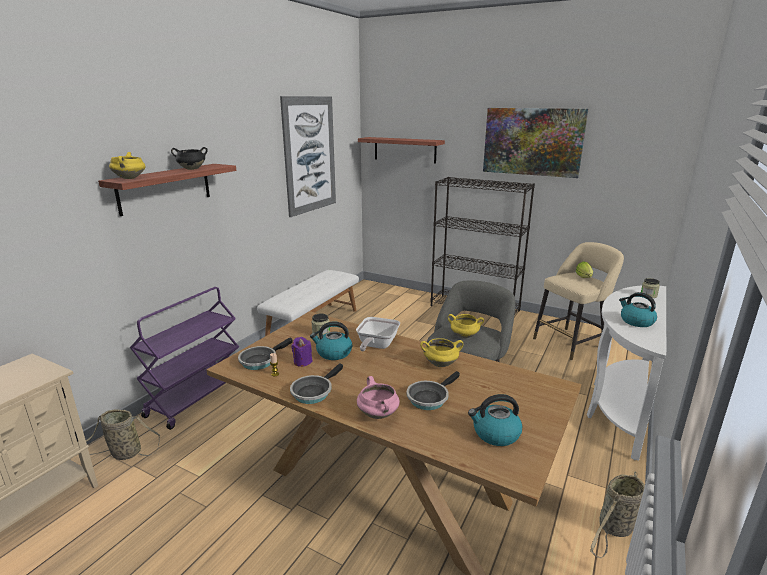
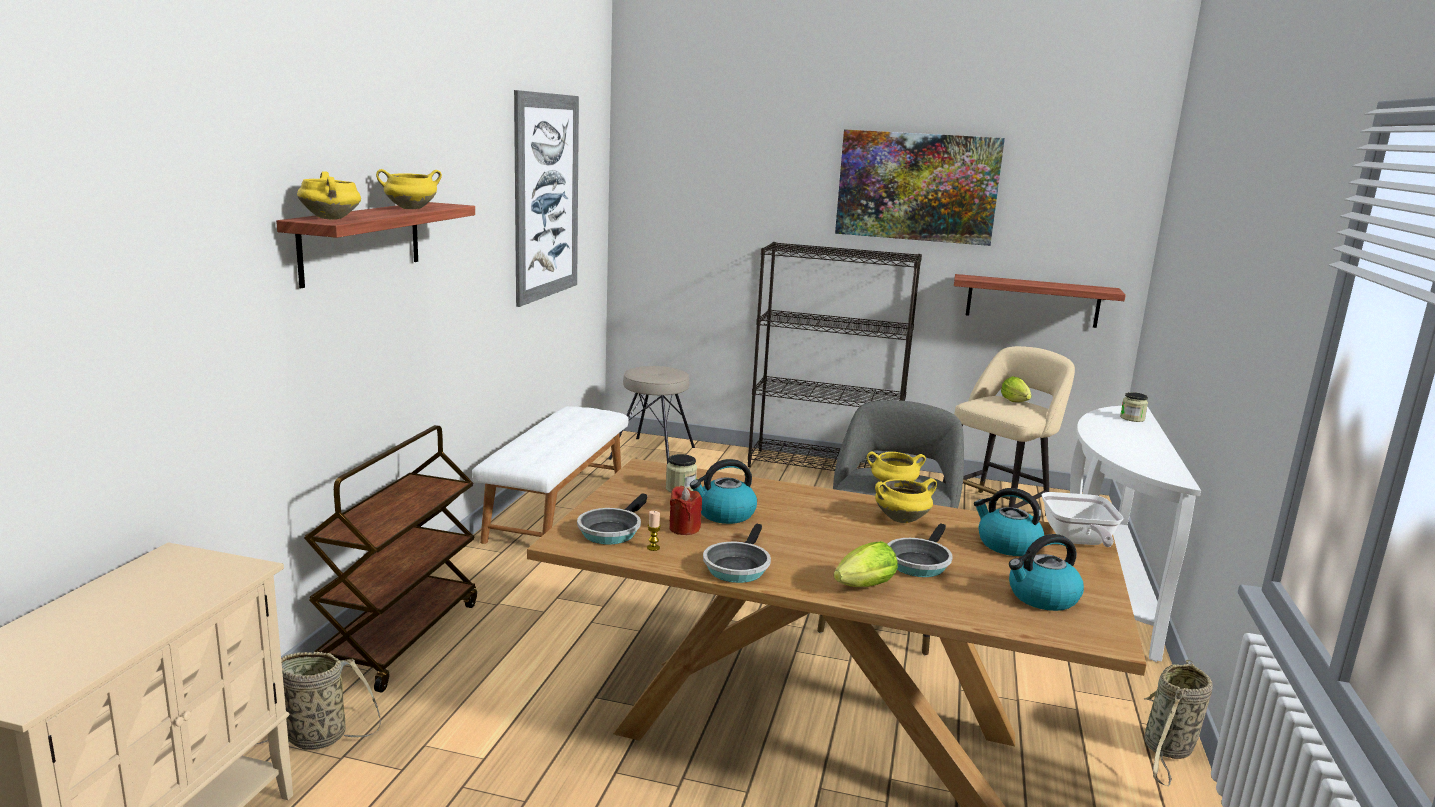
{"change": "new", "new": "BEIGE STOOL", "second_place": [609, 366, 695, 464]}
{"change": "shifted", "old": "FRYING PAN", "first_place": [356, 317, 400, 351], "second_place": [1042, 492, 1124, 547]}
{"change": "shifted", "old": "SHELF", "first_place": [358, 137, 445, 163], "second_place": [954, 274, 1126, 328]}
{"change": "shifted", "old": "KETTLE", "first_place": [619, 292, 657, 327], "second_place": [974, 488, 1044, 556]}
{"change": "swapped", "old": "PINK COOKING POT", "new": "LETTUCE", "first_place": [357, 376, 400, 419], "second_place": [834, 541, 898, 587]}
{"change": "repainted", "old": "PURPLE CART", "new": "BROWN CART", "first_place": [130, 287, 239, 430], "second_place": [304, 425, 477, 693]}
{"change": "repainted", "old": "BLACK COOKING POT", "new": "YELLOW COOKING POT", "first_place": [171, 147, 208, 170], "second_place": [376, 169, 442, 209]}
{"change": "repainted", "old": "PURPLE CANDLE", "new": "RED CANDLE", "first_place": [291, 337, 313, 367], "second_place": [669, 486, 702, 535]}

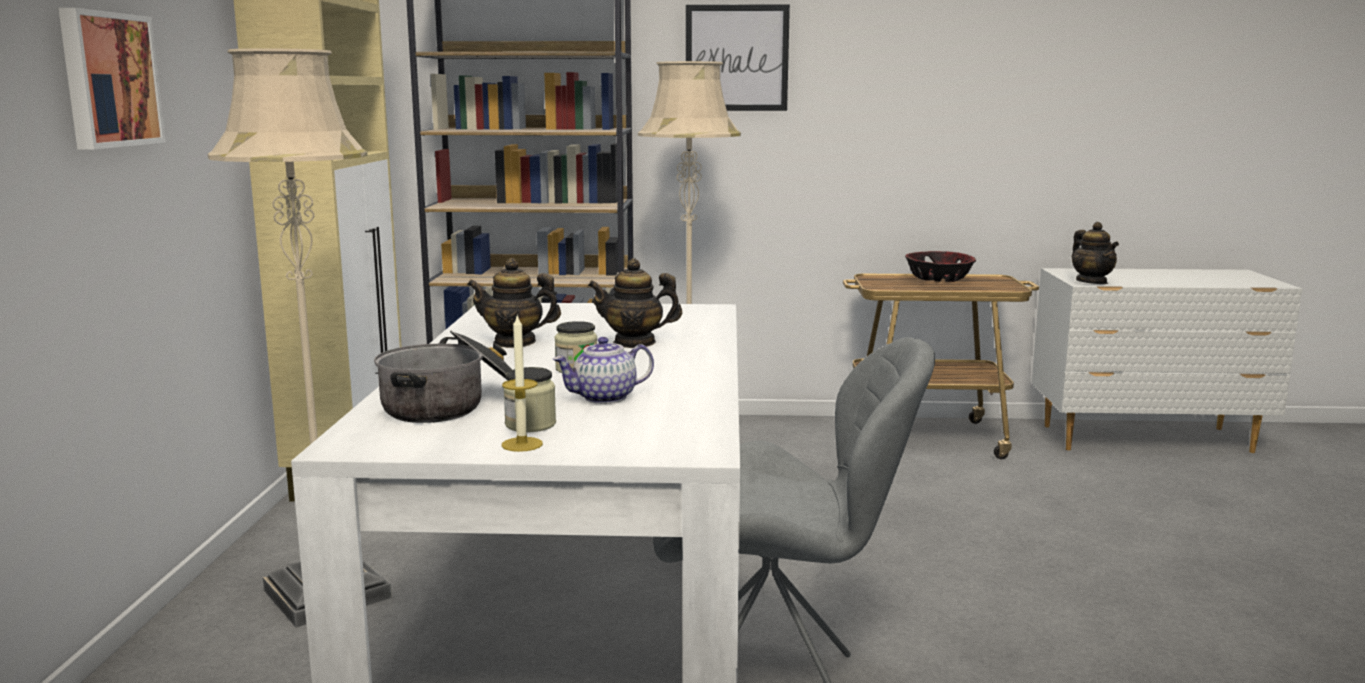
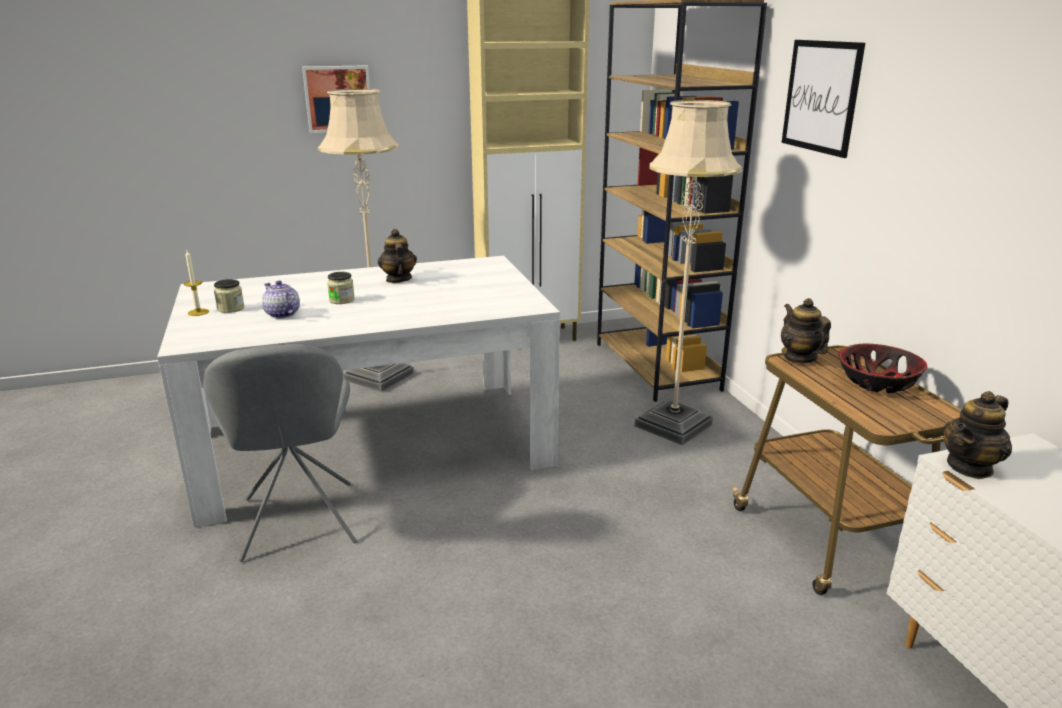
{"change": "gone", "old": "COOKING POT", "first_place": [374, 331, 512, 423]}
{"change": "shifted", "old": "TEAPOT", "first_place": [588, 258, 682, 348], "second_place": [781, 298, 831, 364]}

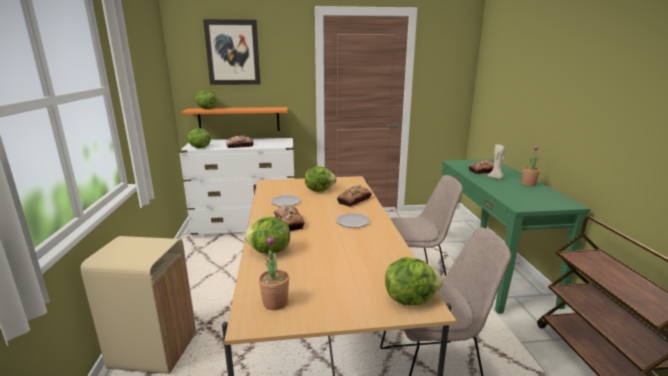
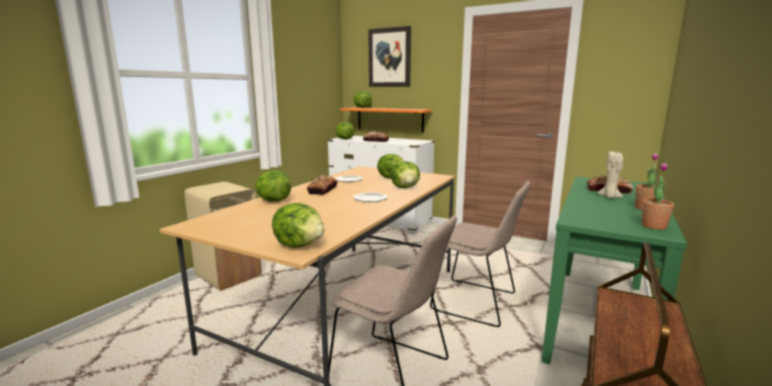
{"change": "shifted", "old": "POTTED PLANT", "first_place": [259, 236, 289, 310], "second_place": [642, 163, 674, 230]}
{"change": "swapped", "old": "BREAD", "new": "LETTUCE", "first_place": [337, 185, 372, 207], "second_place": [391, 161, 420, 188]}

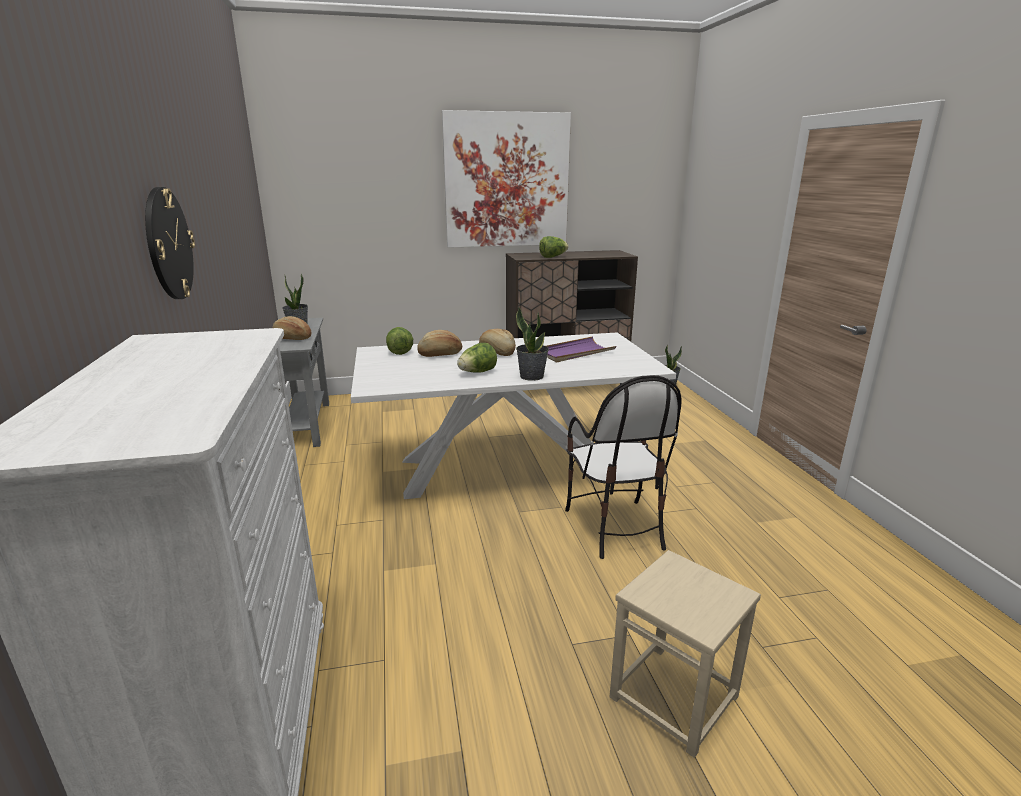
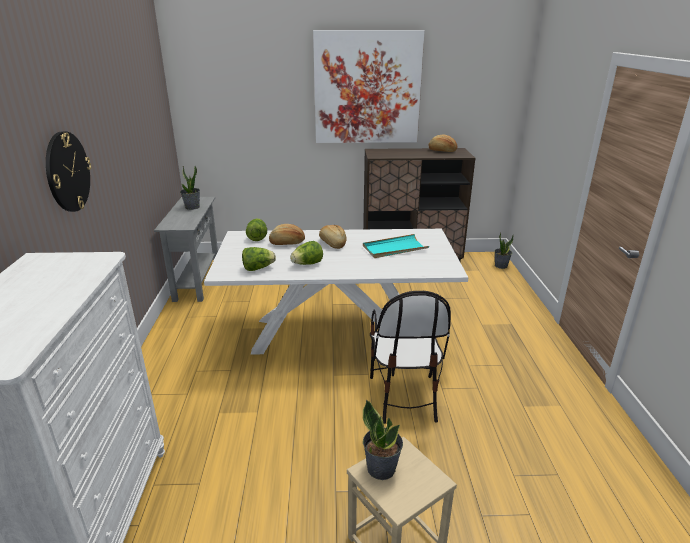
{"change": "shifted", "old": "BREAD", "first_place": [272, 316, 311, 340], "second_place": [429, 135, 457, 152]}
{"change": "shifted", "old": "POTTED PLANT", "first_place": [516, 306, 549, 381], "second_place": [363, 400, 403, 480]}
{"change": "shifted", "old": "LETTUCE", "first_place": [539, 236, 568, 258], "second_place": [242, 247, 276, 271]}
{"change": "repainted", "old": "PURPLE TRAY", "new": "TURQUOISE TRAY", "first_place": [546, 337, 616, 363], "second_place": [363, 234, 429, 258]}

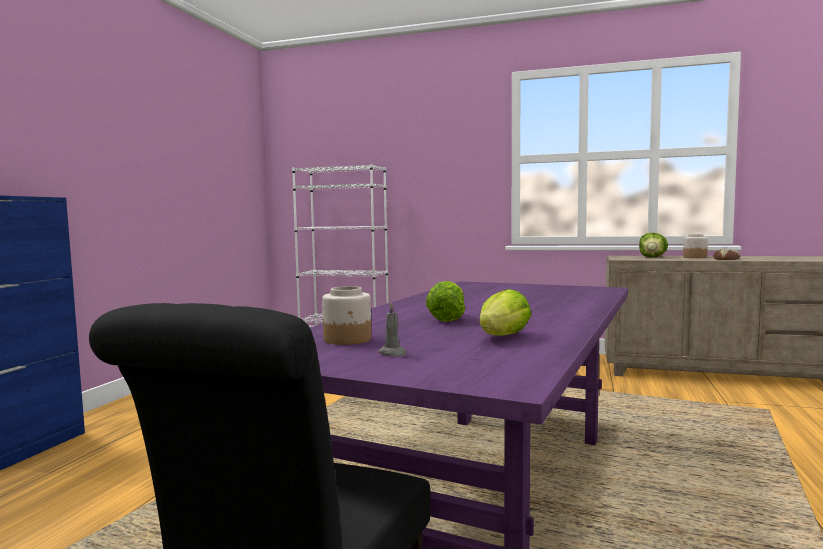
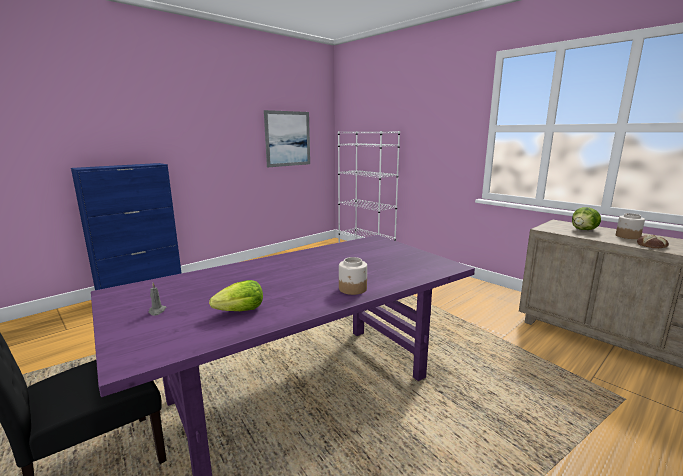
{"change": "gone", "old": "LETTUCE", "first_place": [426, 281, 465, 322]}
{"change": "new", "new": "PICTURE", "second_place": [264, 110, 310, 167]}
{"change": "shifted", "old": "JAR", "first_place": [322, 286, 371, 345], "second_place": [339, 257, 367, 295]}

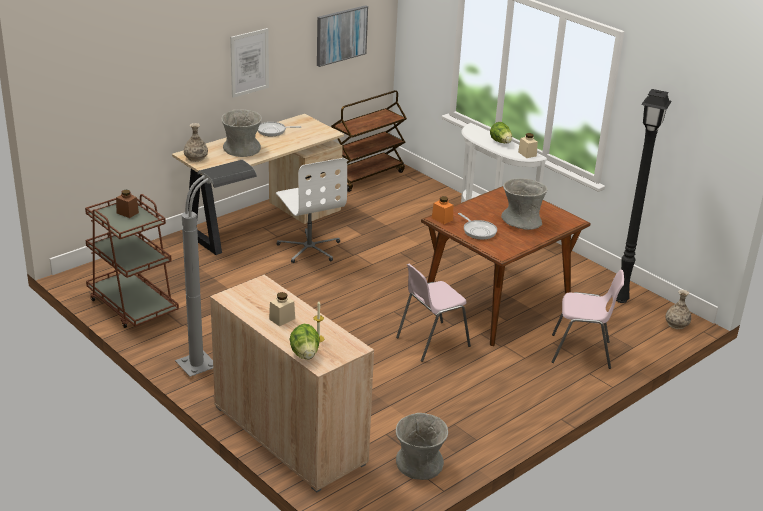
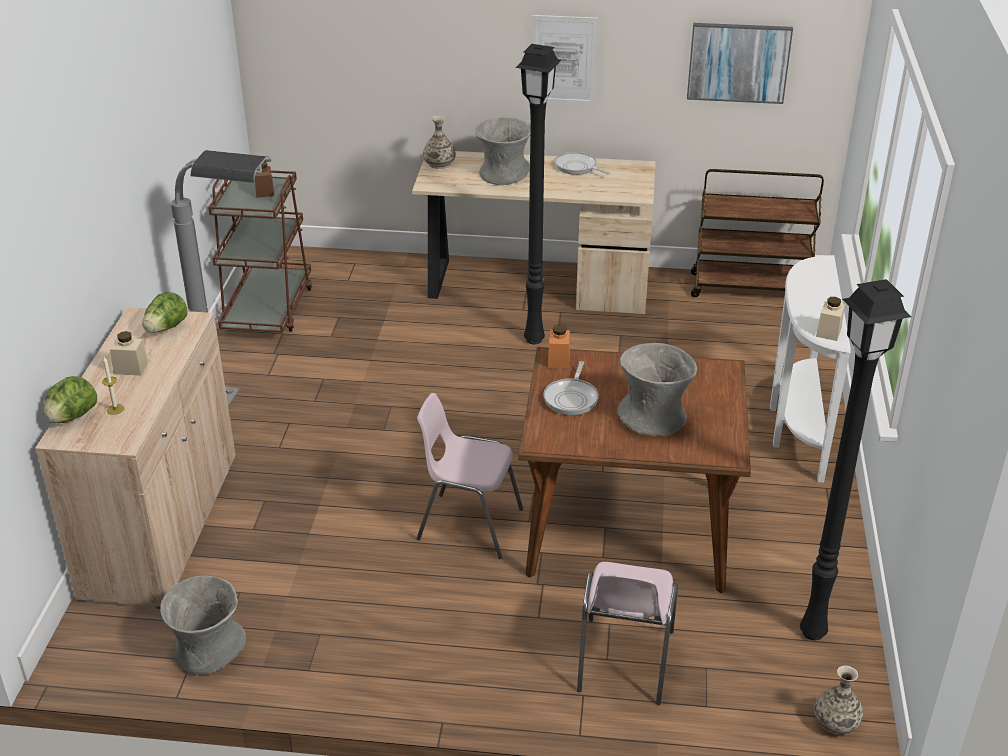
{"change": "shifted", "old": "LETTUCE", "first_place": [490, 122, 512, 143], "second_place": [143, 291, 188, 333]}
{"change": "swapped", "old": "WHITE OFFICE CHAIR", "new": "BLACK FLOOR LAMP", "first_place": [276, 158, 347, 263], "second_place": [516, 44, 561, 344]}
{"change": "rotated", "old": "PINK CHAIR", "first_place": [552, 269, 624, 369], "second_place": [577, 562, 678, 705], "degrees": 45}

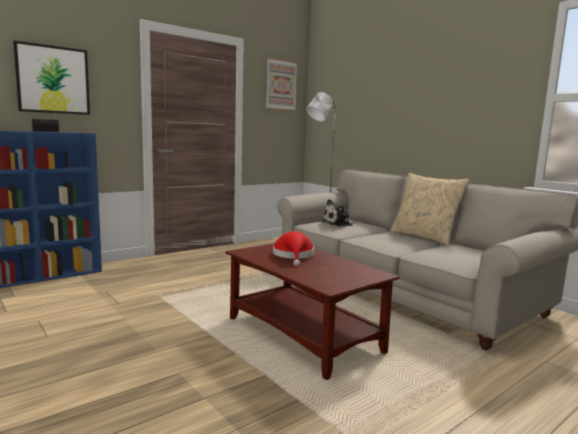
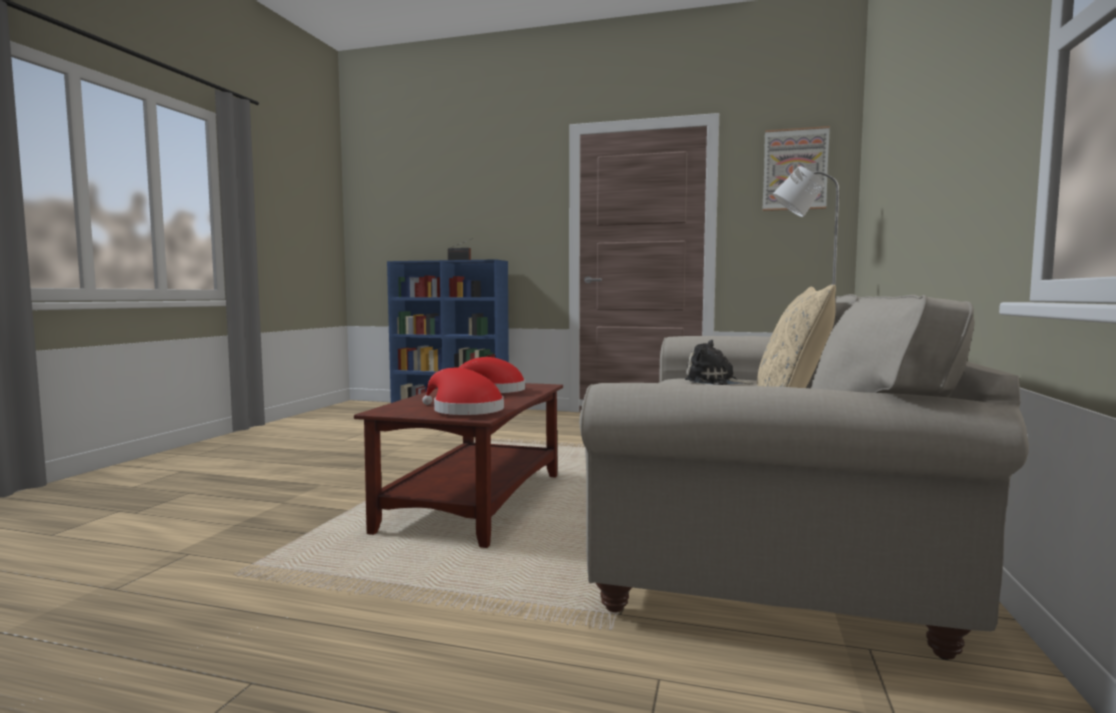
{"change": "gone", "old": "PICTURE", "first_place": [13, 41, 90, 115]}
{"change": "new", "new": "RED HAT", "second_place": [422, 367, 504, 415]}

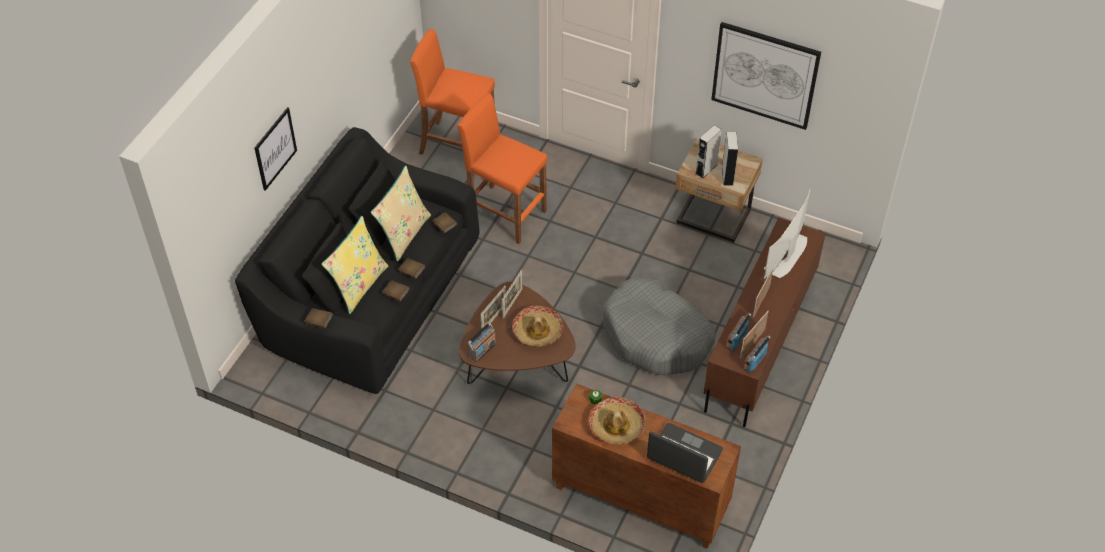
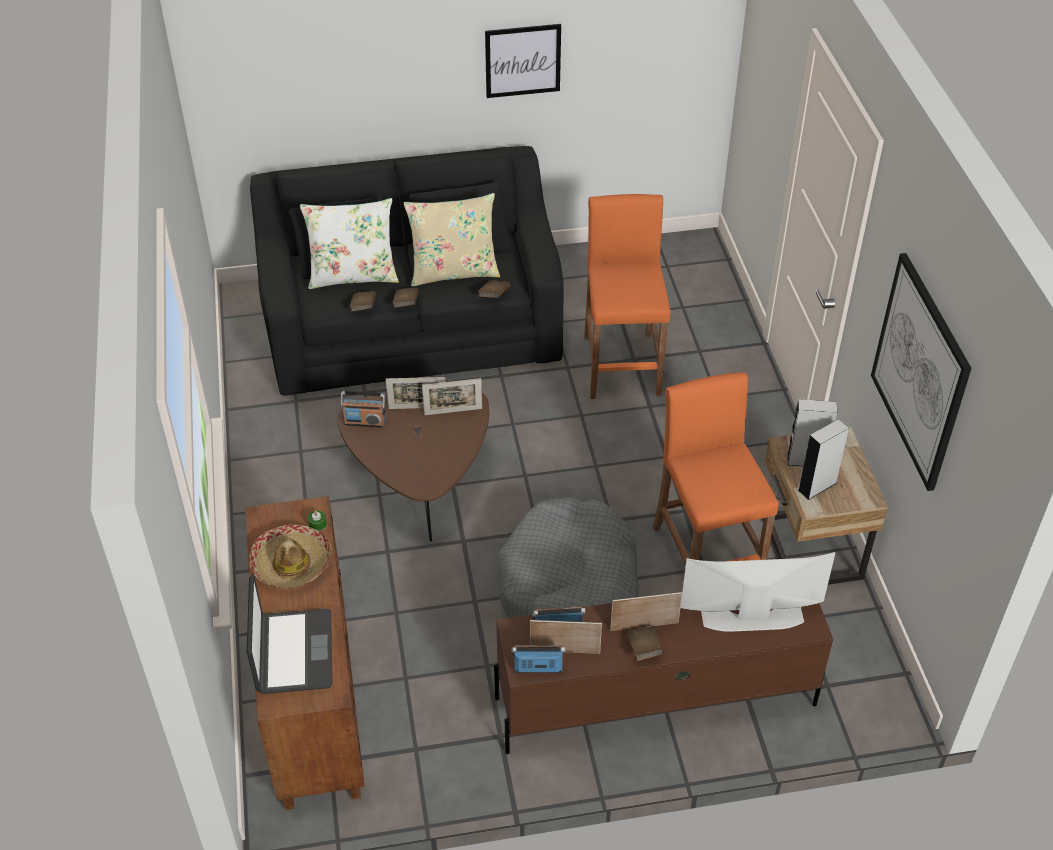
{"change": "gone", "old": "HAT", "first_place": [512, 305, 563, 347]}
{"change": "shifted", "old": "PICTURE", "first_place": [254, 107, 297, 191], "second_place": [485, 24, 561, 98]}
{"change": "shifted", "old": "BROWN BOOK", "first_place": [304, 308, 333, 328], "second_place": [628, 626, 663, 661]}
{"change": "shifted", "old": "ORANGE STOOL", "first_place": [410, 29, 495, 155], "second_place": [653, 372, 779, 566]}
{"change": "repainted", "old": "YELLOW PILLOW", "new": "WHITE PILLOW", "first_place": [321, 216, 389, 314], "second_place": [300, 198, 399, 289]}

